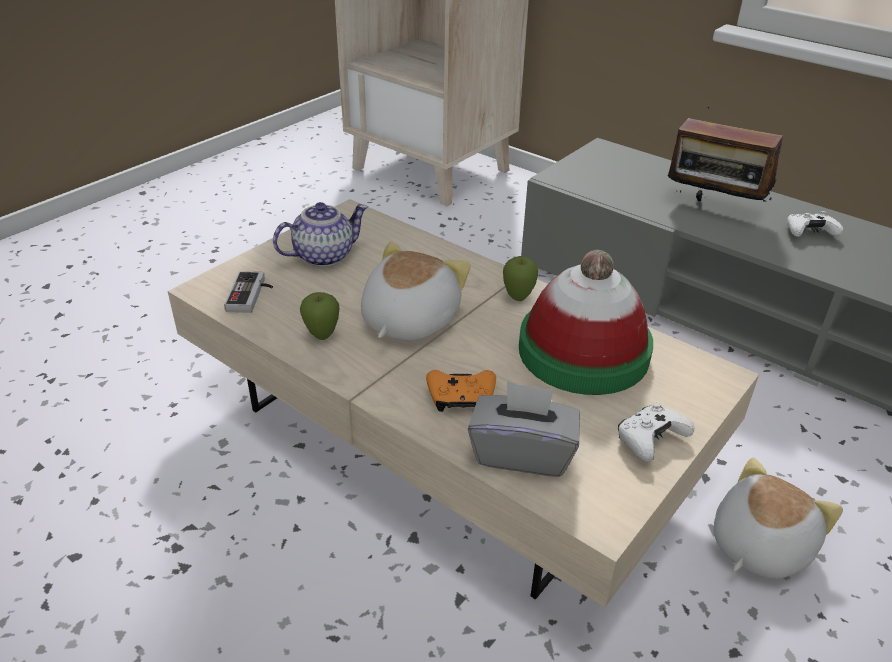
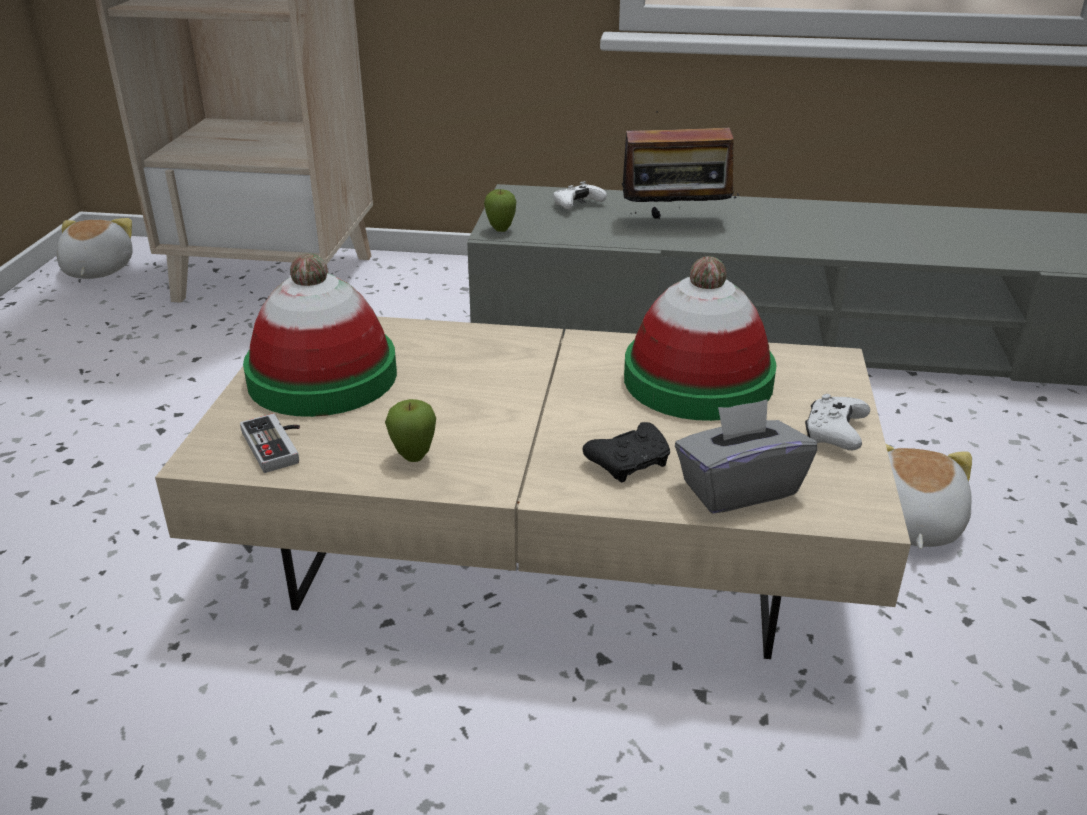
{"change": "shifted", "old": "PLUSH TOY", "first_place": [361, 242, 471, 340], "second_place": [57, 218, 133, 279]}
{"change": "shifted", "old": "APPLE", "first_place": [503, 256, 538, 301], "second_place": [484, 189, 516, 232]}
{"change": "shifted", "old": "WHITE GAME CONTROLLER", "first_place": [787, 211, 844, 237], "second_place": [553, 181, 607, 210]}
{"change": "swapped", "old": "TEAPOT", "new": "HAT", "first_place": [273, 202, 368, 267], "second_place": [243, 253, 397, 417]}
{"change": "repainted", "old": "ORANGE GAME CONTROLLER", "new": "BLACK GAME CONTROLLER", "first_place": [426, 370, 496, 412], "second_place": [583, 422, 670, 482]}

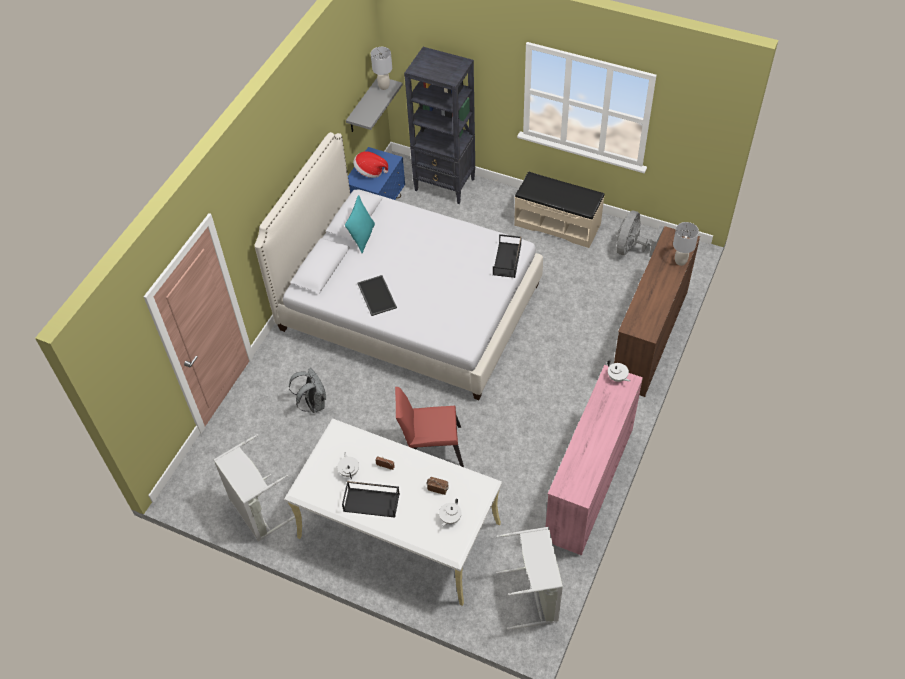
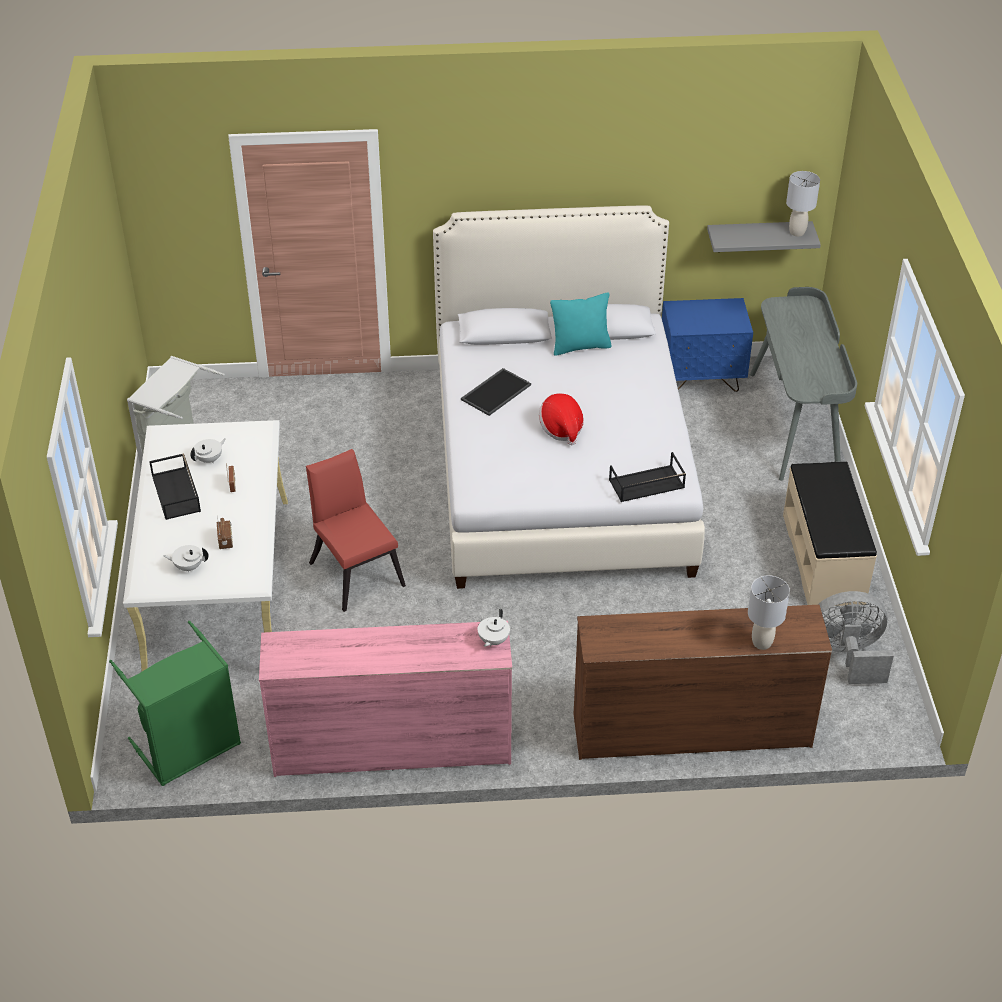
{"change": "gone", "old": "GREY BACKPACK", "first_place": [289, 368, 326, 413]}
{"change": "shifted", "old": "HAT", "first_place": [353, 151, 388, 178], "second_place": [539, 393, 584, 445]}
{"change": "swapped", "old": "BLACK BOOKCASE", "new": "GREY DESK", "first_place": [404, 47, 475, 204], "second_place": [750, 287, 857, 481]}
{"change": "repainted", "old": "GREY LAUNDRY BASKET", "new": "GREEN LAUNDRY BASKET", "first_place": [496, 527, 563, 629], "second_place": [109, 621, 241, 786]}

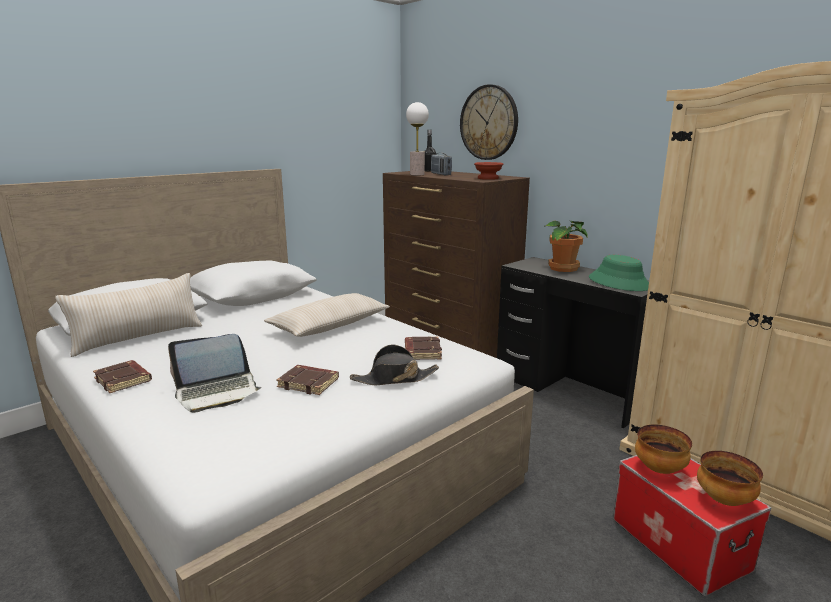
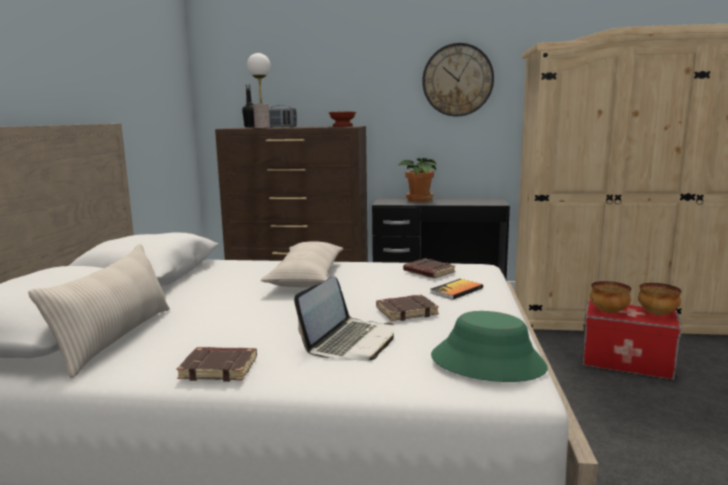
{"change": "shifted", "old": "WALL CLOCK", "first_place": [460, 84, 518, 160], "second_place": [422, 43, 494, 116]}
{"change": "shifted", "old": "GREEN HAT", "first_place": [589, 255, 649, 291], "second_place": [431, 311, 548, 382]}
{"change": "swapped", "old": "BLACK HAT", "new": "BOOK", "first_place": [350, 345, 439, 385], "second_place": [430, 279, 483, 300]}

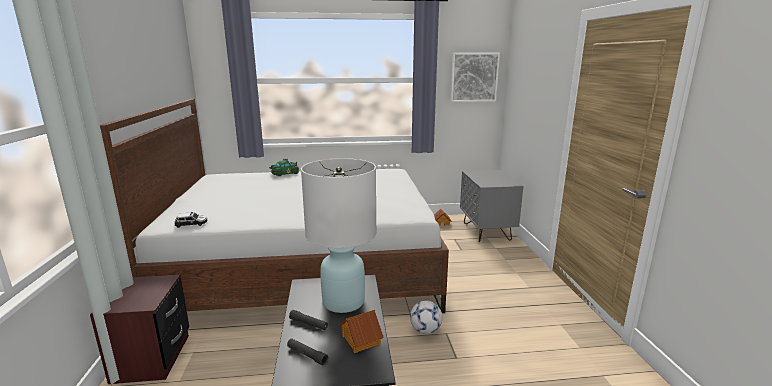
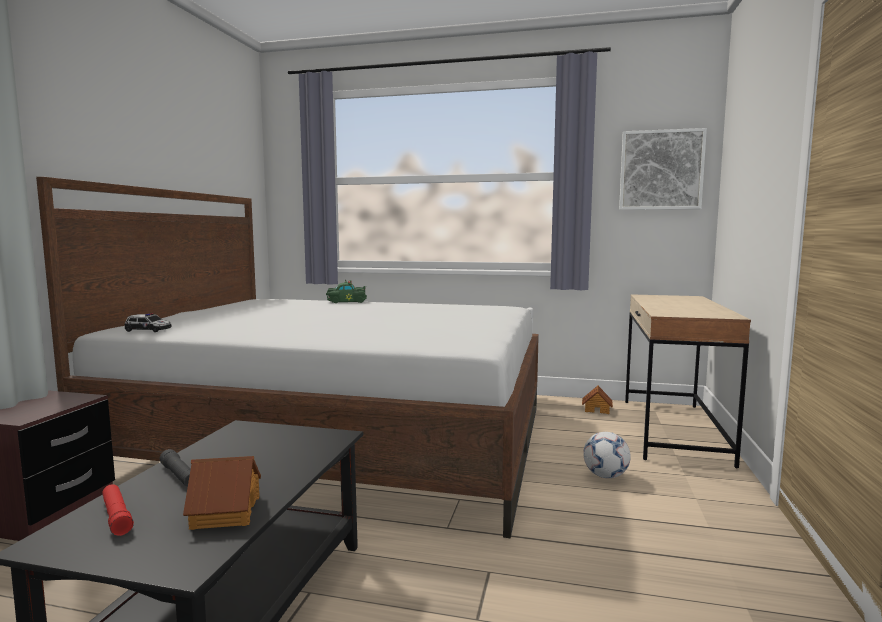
{"change": "gone", "old": "WHITE TABLE LAMP", "first_place": [301, 158, 377, 313]}
{"change": "shifted", "old": "FOOTBALL", "first_place": [410, 300, 443, 334], "second_place": [583, 432, 631, 478]}
{"change": "swapped", "old": "GREY NIGHTSTAND", "new": "BEIGE DESK", "first_place": [460, 170, 524, 242], "second_place": [625, 294, 751, 468]}
{"change": "repainted", "old": "BLACK FLASHLIGHT", "new": "RED FLASHLIGHT", "first_place": [287, 339, 328, 365], "second_place": [102, 484, 134, 536]}

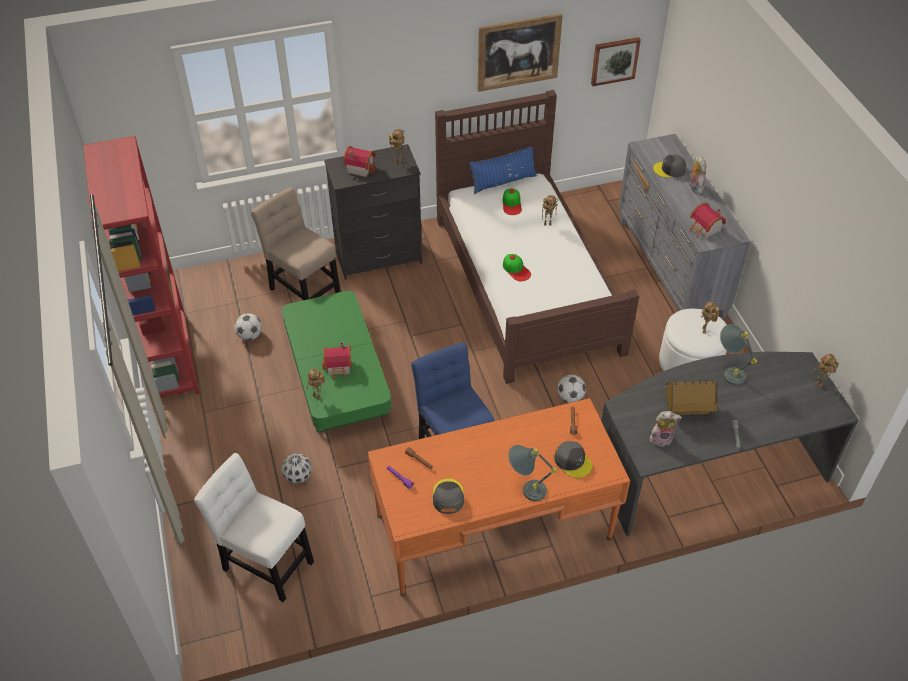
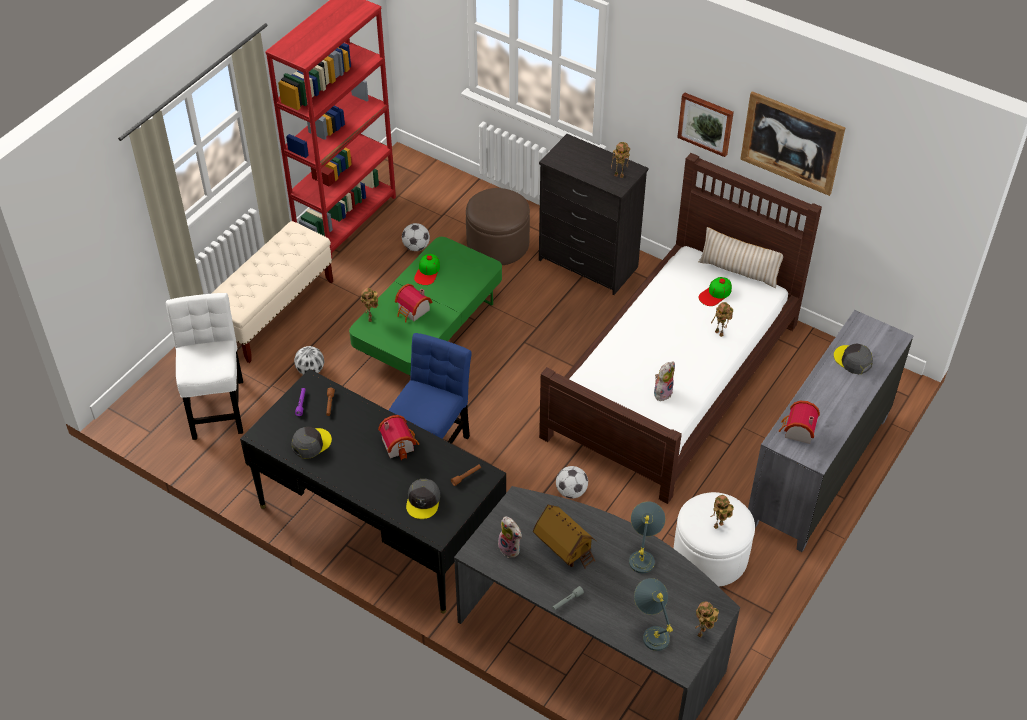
{"change": "new", "new": "BEIGE BENCH", "second_place": [211, 221, 333, 363]}
{"change": "shifted", "old": "TOY HOUSE", "first_place": [344, 146, 376, 177], "second_place": [378, 415, 419, 460]}
{"change": "shifted", "old": "CAP", "first_place": [503, 254, 531, 281], "second_place": [414, 254, 440, 285]}
{"change": "shifted", "old": "GREY TABLE LAMP", "first_place": [508, 445, 557, 501], "second_place": [634, 578, 673, 651]}
{"change": "shifted", "old": "PICTURE", "first_place": [591, 37, 641, 86], "second_place": [677, 92, 734, 157]}
{"change": "shifted", "old": "PLUSH TOY", "first_place": [690, 157, 706, 193], "second_place": [654, 362, 675, 403]}
{"change": "swapped", "old": "BEIGE CHAIR", "new": "BROWN OTTOMAN", "first_place": [251, 187, 341, 300], "second_place": [466, 188, 530, 265]}
{"change": "repainted", "old": "ORANGE DESK", "new": "BLACK DESK", "first_place": [368, 398, 630, 597], "second_place": [240, 369, 506, 614]}
{"change": "repainted", "old": "BLUE PILLOW", "new": "BEIGE PILLOW", "first_place": [469, 147, 537, 194], "second_place": [699, 227, 783, 288]}

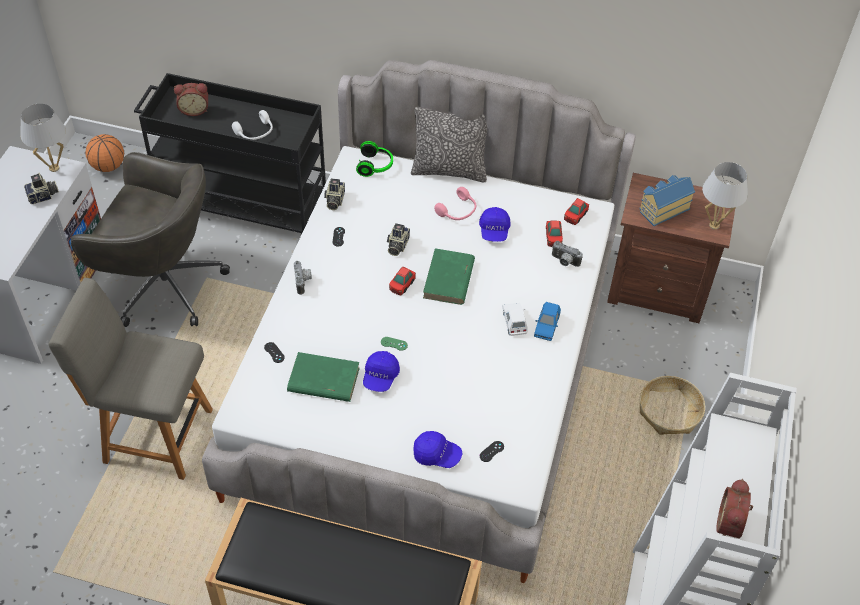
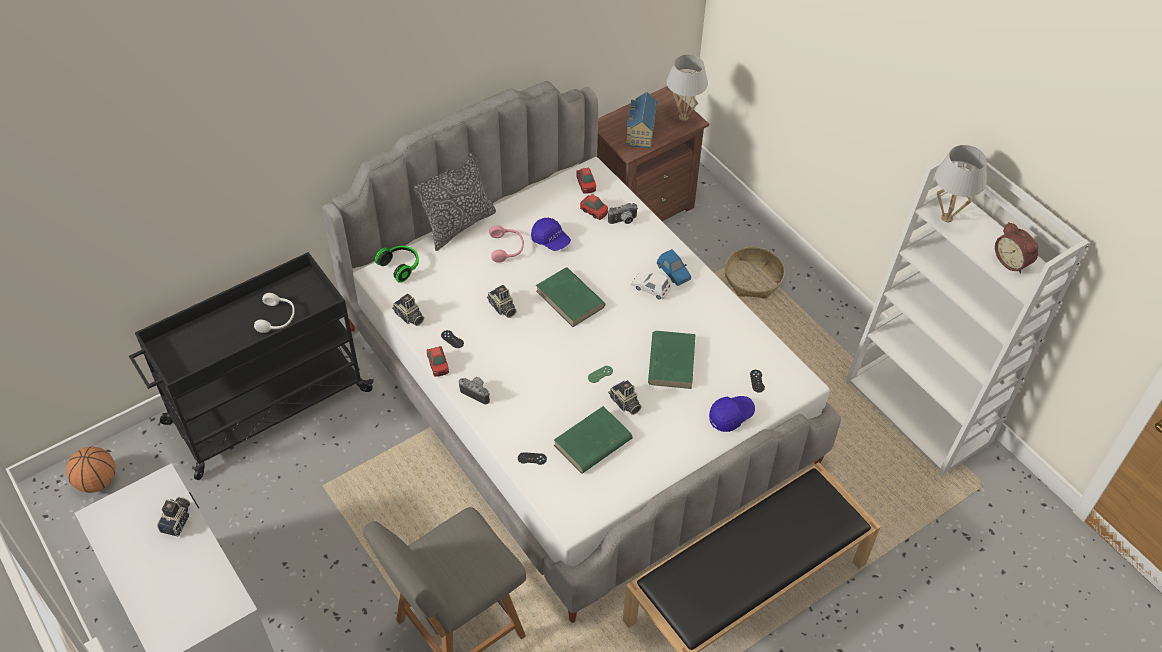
{"change": "gone", "old": "GREY OFFICE CHAIR", "first_place": [71, 152, 230, 327]}
{"change": "gone", "old": "ALARM CLOCK", "first_place": [174, 83, 208, 116]}
{"change": "new", "new": "GREEN BOOK", "second_place": [648, 331, 695, 389]}
{"change": "shifted", "old": "WHITE TABLE LAMP", "first_place": [20, 104, 66, 172], "second_place": [935, 145, 987, 222]}
{"change": "shifted", "old": "TOY CAR", "first_place": [389, 267, 416, 295], "second_place": [426, 346, 449, 377]}
{"change": "swapped", "old": "BLUE CAP", "new": "PHOTO CAMERA", "first_place": [363, 351, 400, 392], "second_place": [608, 380, 642, 415]}

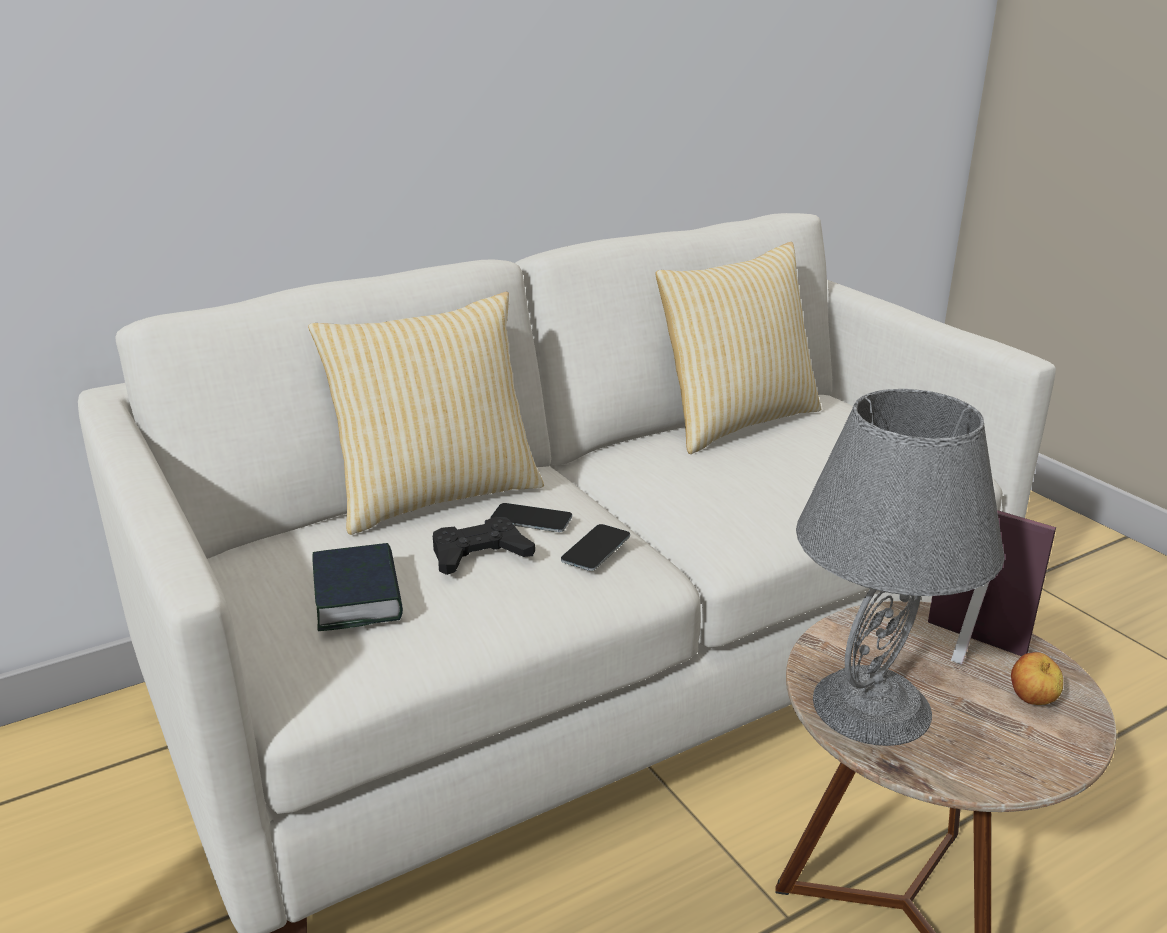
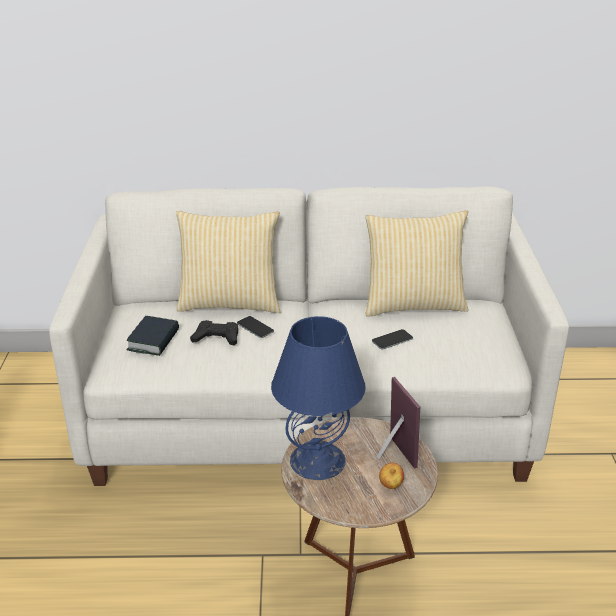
{"change": "shifted", "old": "PHONE", "first_place": [561, 524, 630, 571], "second_place": [372, 329, 413, 349]}
{"change": "repainted", "old": "GREY TABLE LAMP", "new": "BLUE TABLE LAMP", "first_place": [796, 389, 1005, 746], "second_place": [271, 316, 366, 480]}

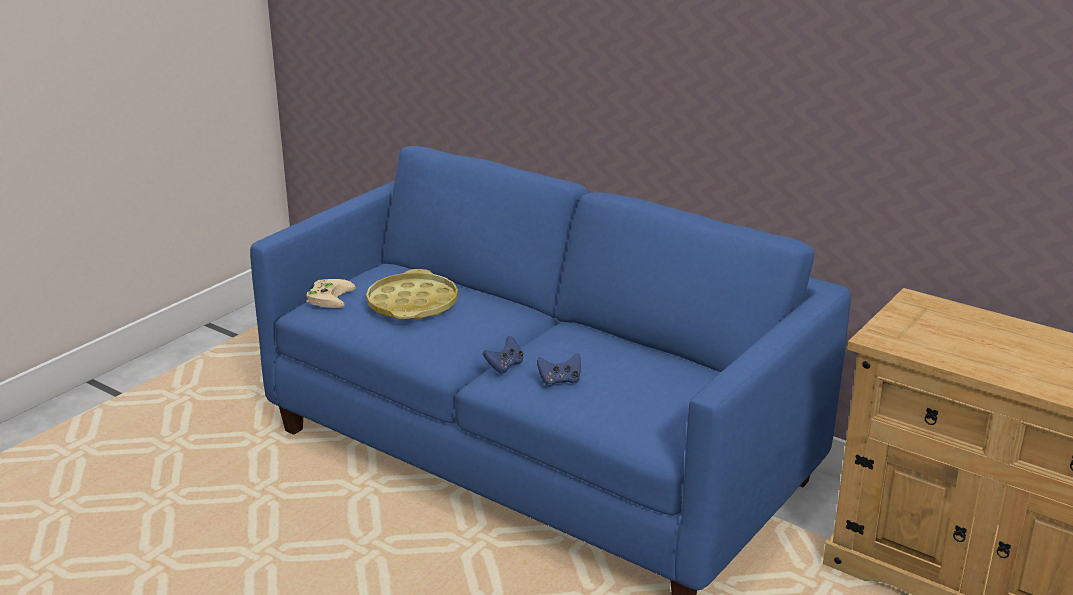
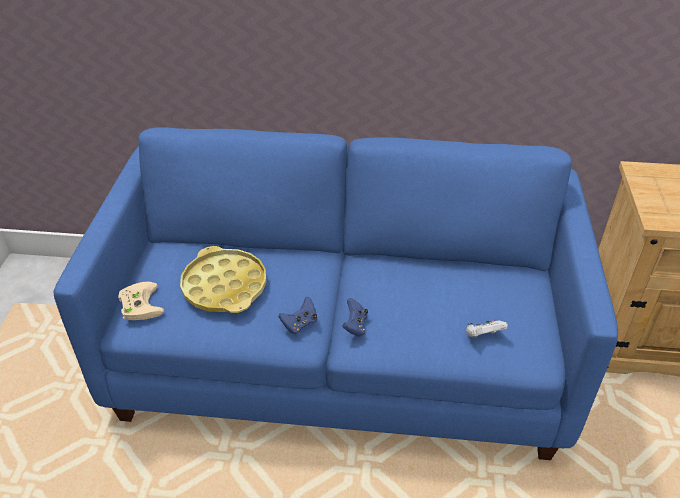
{"change": "new", "new": "WHITE GAME CONTROLLER", "second_place": [466, 320, 508, 338]}
{"change": "shifted", "old": "BLUE GAME CONTROLLER", "first_place": [537, 353, 581, 386], "second_place": [279, 297, 317, 335]}

